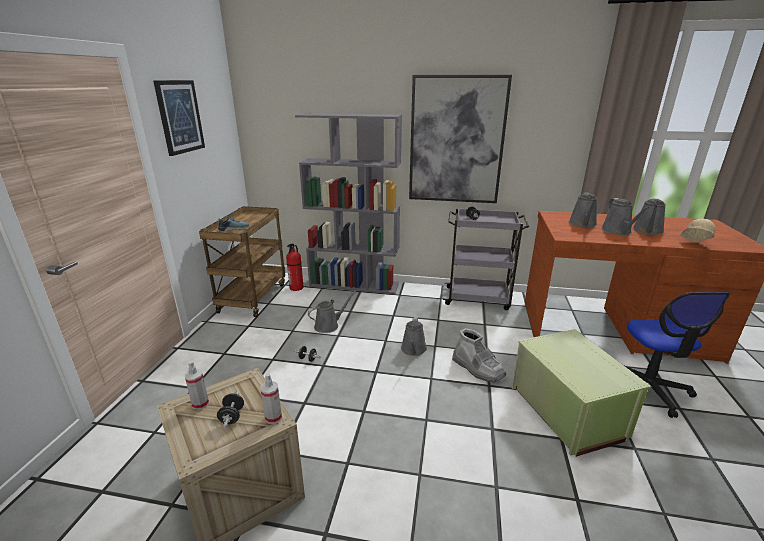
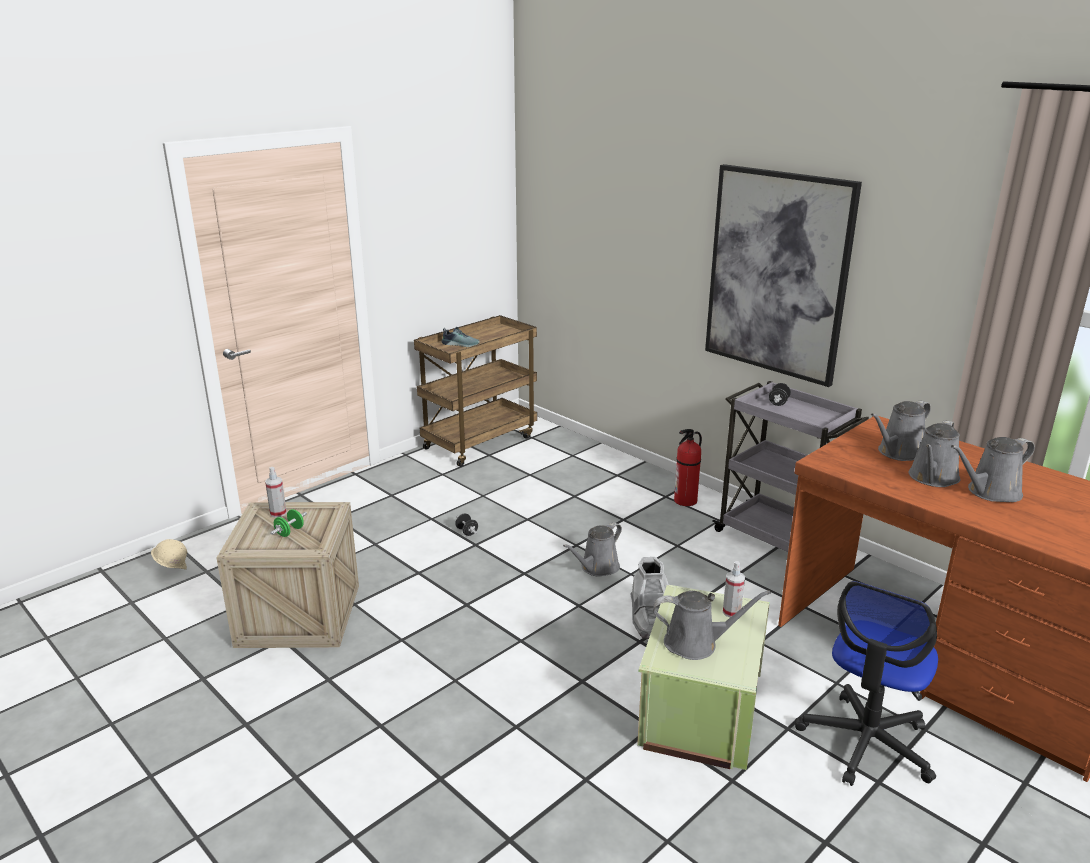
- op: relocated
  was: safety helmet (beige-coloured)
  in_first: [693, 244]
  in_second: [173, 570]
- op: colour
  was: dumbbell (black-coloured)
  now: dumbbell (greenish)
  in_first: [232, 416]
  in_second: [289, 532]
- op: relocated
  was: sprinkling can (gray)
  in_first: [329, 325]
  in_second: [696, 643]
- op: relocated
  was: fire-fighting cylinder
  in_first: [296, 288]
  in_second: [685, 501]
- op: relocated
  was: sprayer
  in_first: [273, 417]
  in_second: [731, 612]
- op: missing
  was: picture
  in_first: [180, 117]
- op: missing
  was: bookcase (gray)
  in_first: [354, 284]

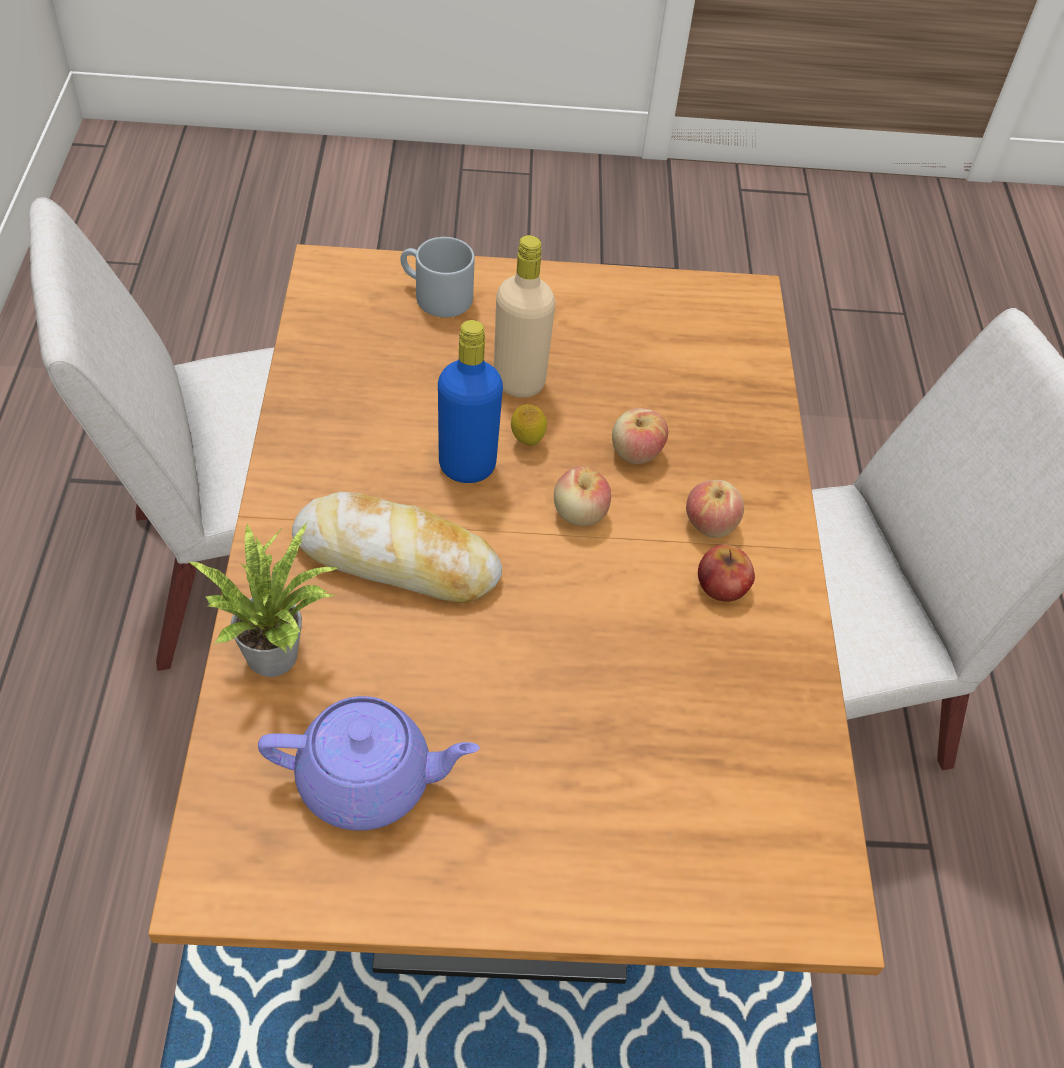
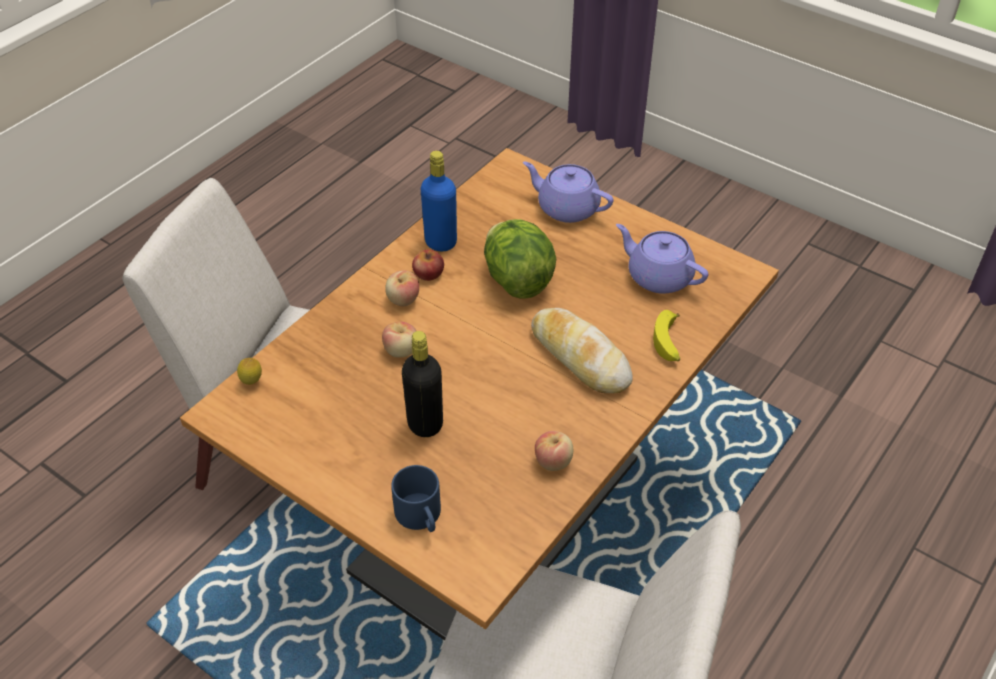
- op: relocated
  was: lemon
  in_first: [527, 442]
  in_second: [252, 382]
- op: colour
  was: tea mug (gray)
  now: tea mug (blue)
  in_first: [434, 295]
  in_second: [422, 516]
- op: colour
  was: beverage bottle (beige-coloured)
  now: beverage bottle (black-coloured)
  in_first: [519, 382]
  in_second: [425, 424]
- op: relocated
  was: beverage bottle (blue)
  in_first: [467, 466]
  in_second: [440, 242]
- op: appeared
  now: lettuce head
  in_second: [517, 280]
- op: appeared
  now: pot for tea (purple-coloured)
  in_second: [566, 208]
- op: relocated
  was: apple
  in_first: [579, 514]
  in_second: [553, 461]
- op: exchanged
  was: houseplant
  now: whole banana
  in_first: [278, 651]
  in_second: [669, 343]

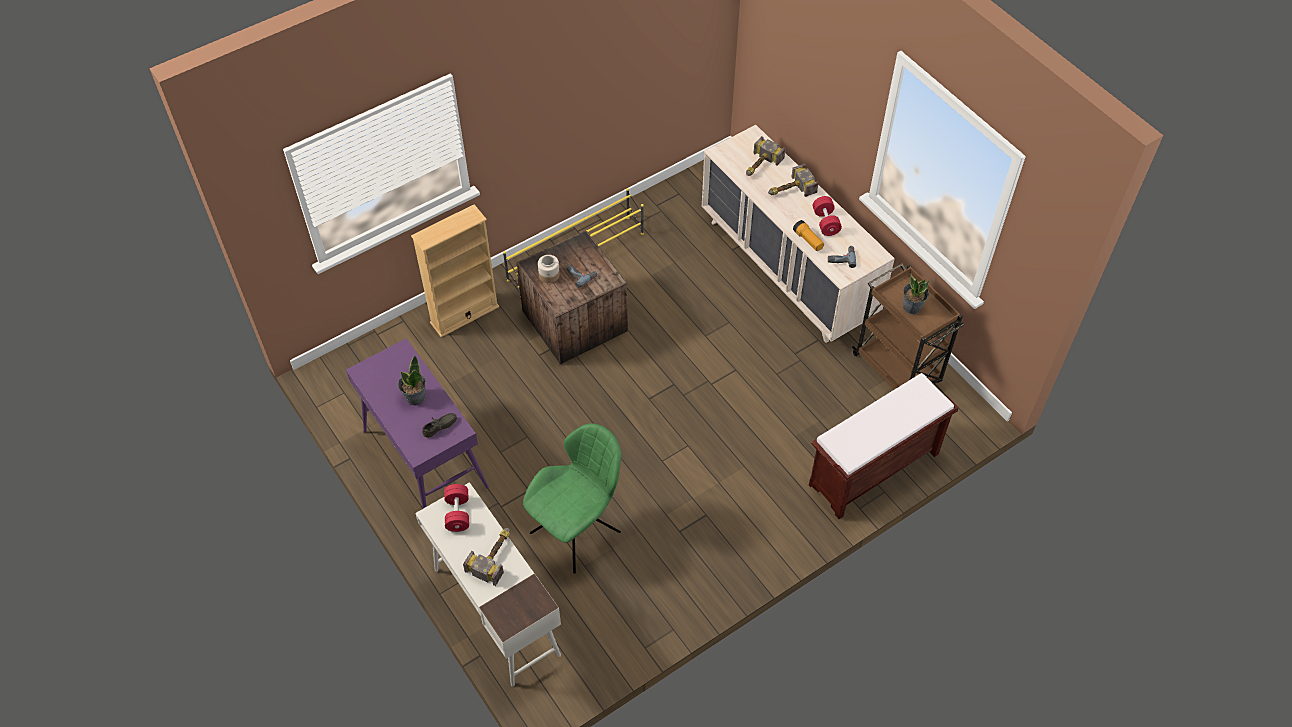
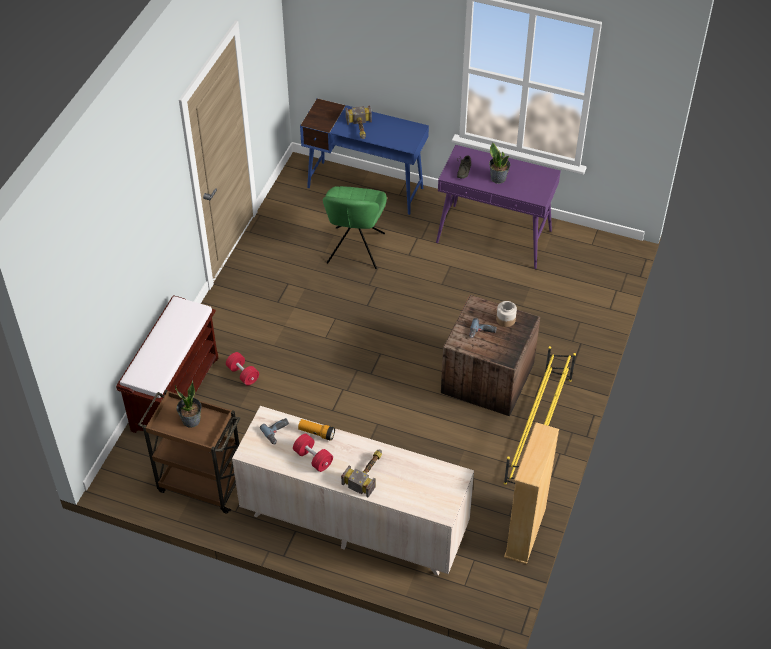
- op: relocated
  was: dumbbell (red)
  in_first: [458, 513]
  in_second: [243, 374]
- op: colour
  was: desk table (whitish)
  now: desk table (blue)
  in_first: [496, 611]
  in_second: [366, 187]
- op: relocated
  was: bookcase (beige-coloured)
  in_first: [464, 314]
  in_second: [525, 532]
- op: missing
  was: hammer
  in_first: [759, 165]

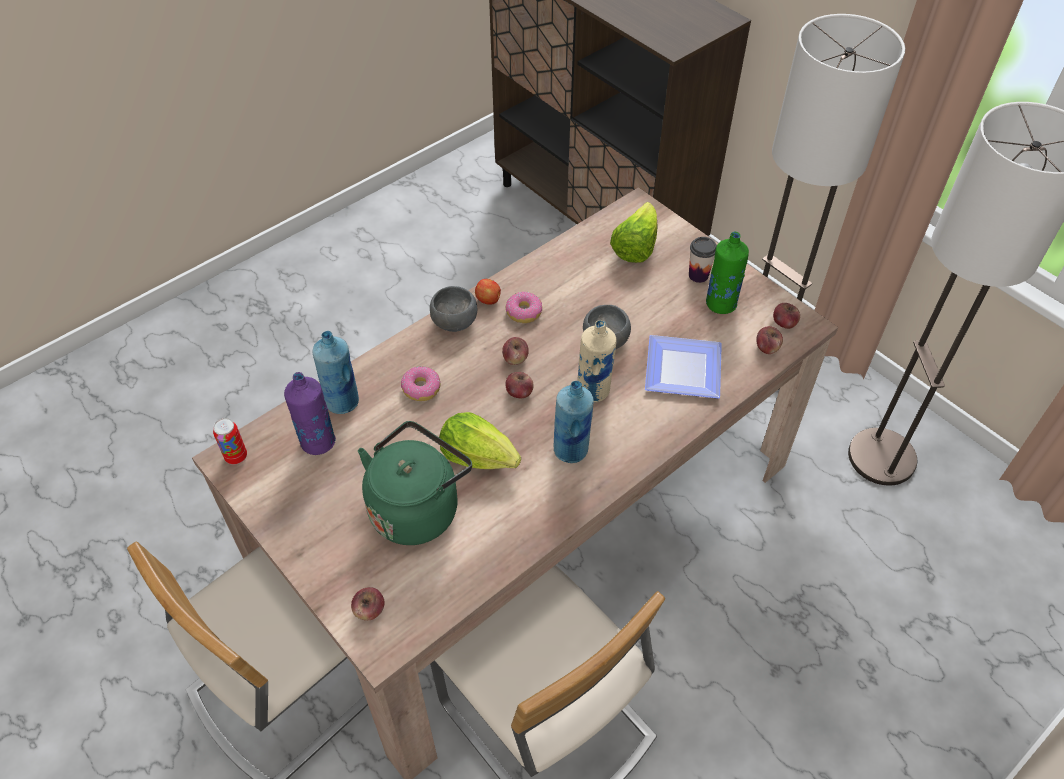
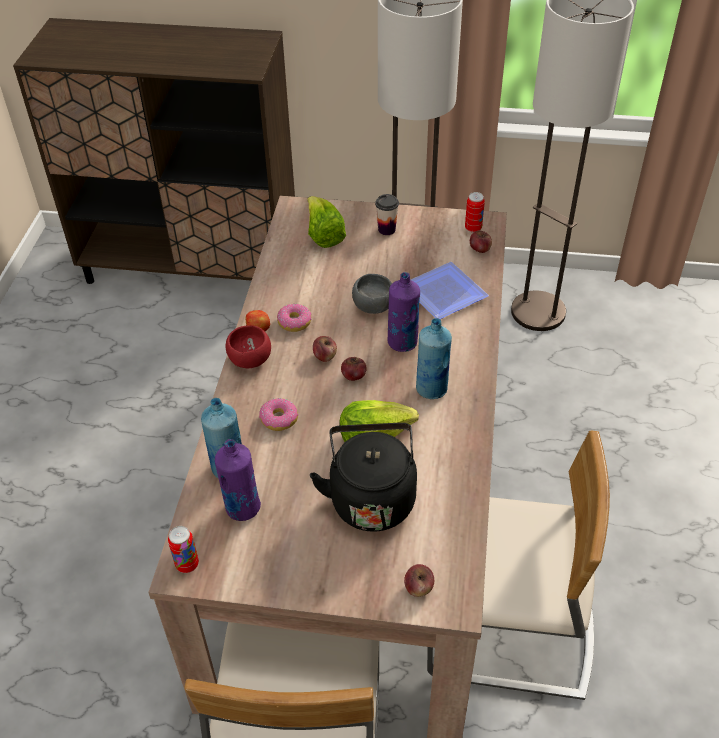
- op: colour
  was: deep dish (gray)
  now: deep dish (red)
  in_first: [453, 321]
  in_second: [248, 359]
- op: colour
  was: kettle (greenish)
  now: kettle (black-coloured)
  in_first: [417, 507]
  in_second: [371, 497]
- op: colour
  was: beverage bottle (beige-coloured)
  now: beverage bottle (purple-coloured)
  in_first: [594, 390]
  in_second: [402, 342]
- op: exchanged
  was: apple
  now: sealed can
  in_first: [784, 323]
  in_second: [473, 228]
- op: missing
  was: beverage bottle (greenish)
  in_first: [721, 304]

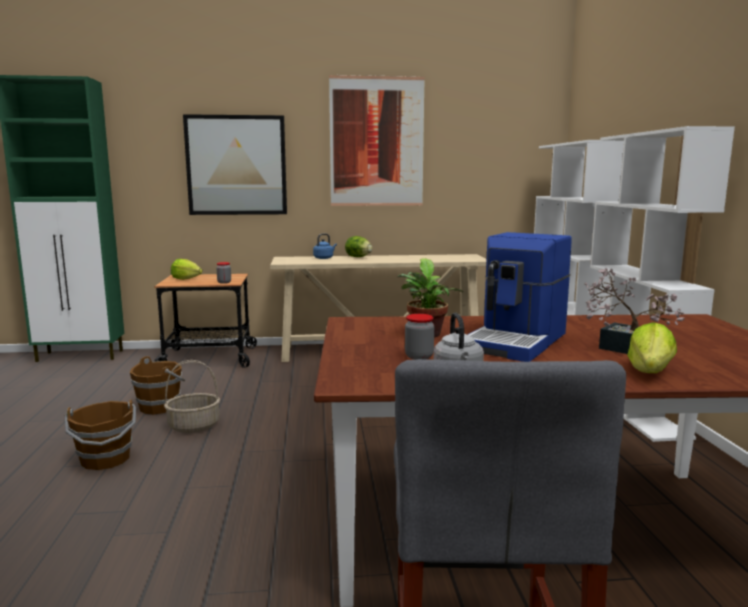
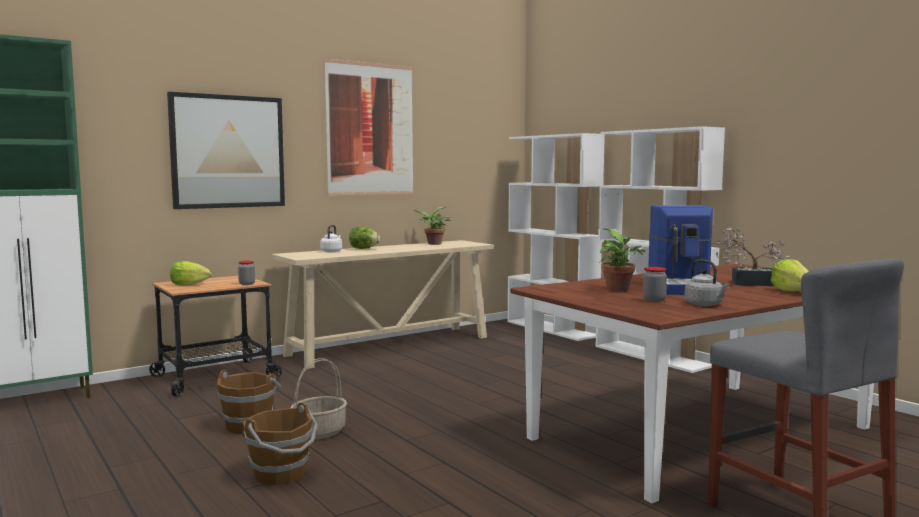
- op: colour
  was: kettle (blue)
  now: kettle (whitish)
  in_first: [324, 258]
  in_second: [332, 251]
- op: appeared
  now: houseplant
  in_second: [432, 244]

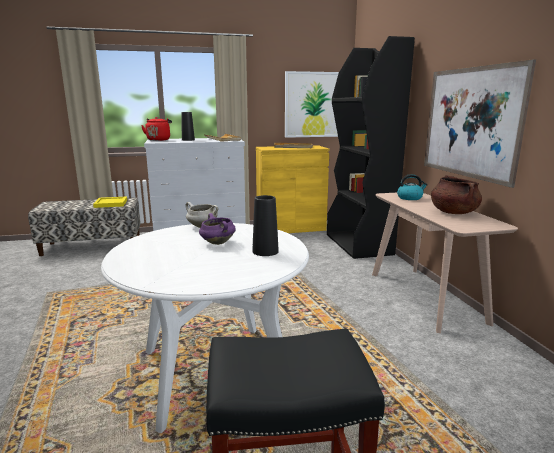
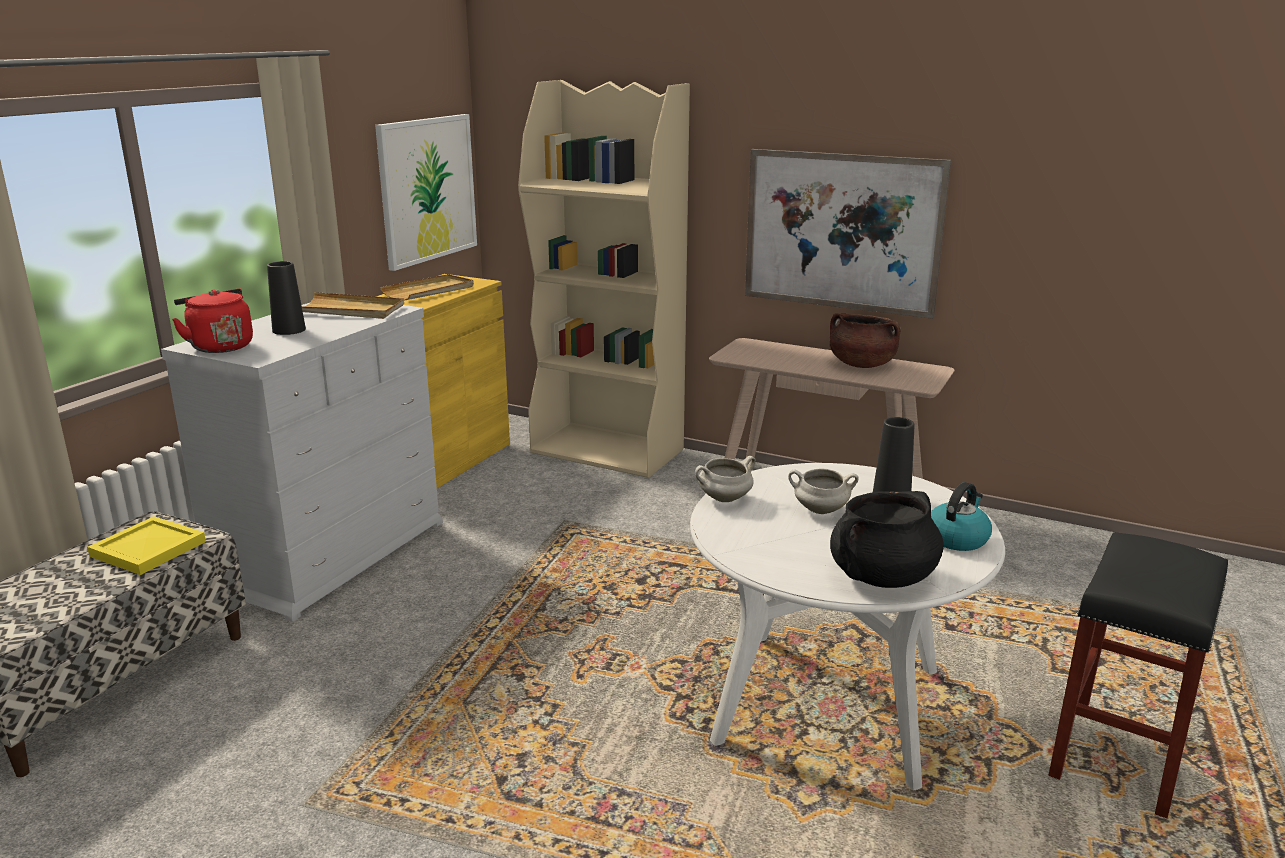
- op: colour
  was: bookcase (black-coloured)
  now: bookcase (beige-coloured)
  in_first: [359, 244]
  in_second: [608, 451]
- op: colour
  was: stockpot (purple-coloured)
  now: stockpot (whitish)
  in_first: [217, 243]
  in_second: [820, 510]
- op: appeared
  now: stockpot (black-coloured)
  in_second: [882, 577]
- op: relocated
  was: kettle
  in_first: [410, 198]
  in_second: [957, 538]

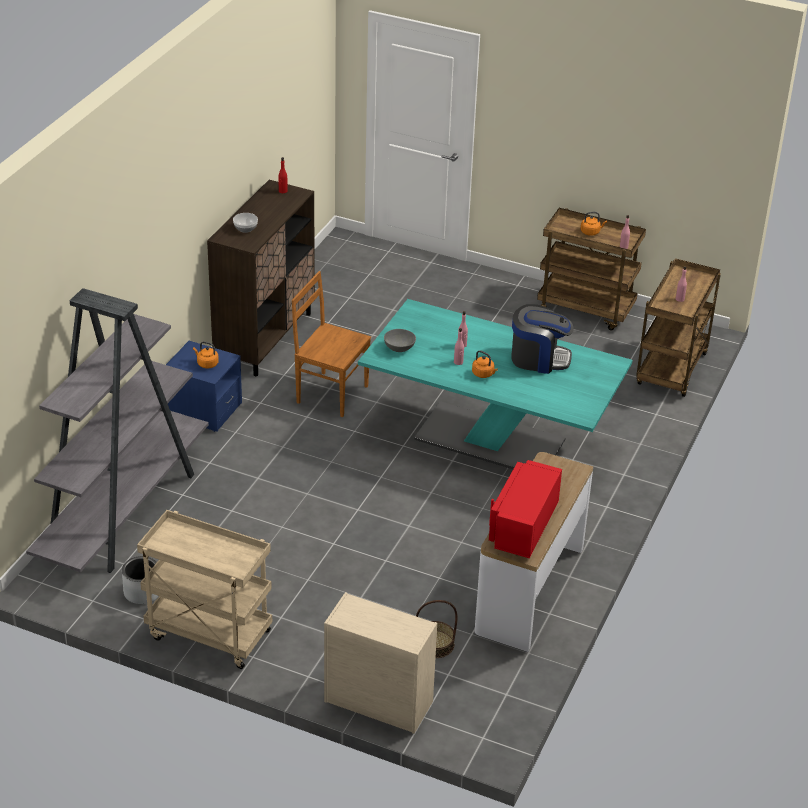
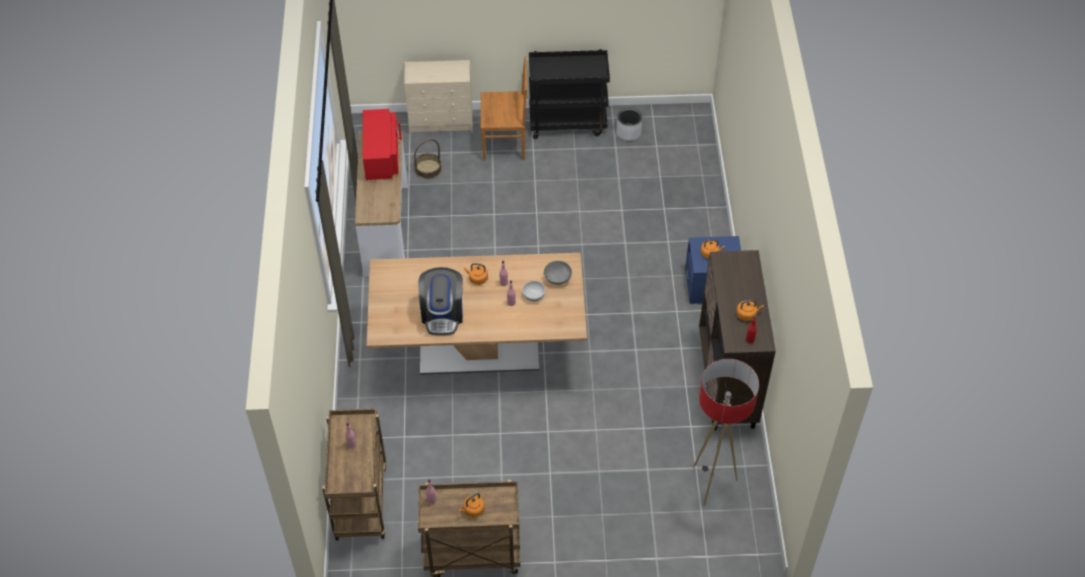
- op: colour
  was: dining table (turquoise)
  now: dining table (beige-coloured)
  in_first: [489, 440]
  in_second: [479, 349]
- op: spun
  was: coffee machine
  in_first: [539, 358]
  in_second: [442, 314]
  clockwise: -75
- op: relocated
  was: upright chair (brown-coloured)
  in_first: [330, 393]
  in_second: [505, 143]
- op: relocated
  was: deep dish
  in_first: [245, 229]
  in_second: [533, 295]
- op: colour
  was: cart (beige-coloured)
  now: cart (black-coloured)
  in_first: [207, 634]
  in_second: [568, 122]
- op: appeared
  now: floor lamp
  in_second: [711, 483]
- op: appeared
  now: kettle (orangey)
  in_second: [747, 314]
- op: missing
  was: bookcase (gray)
  in_first: [124, 510]

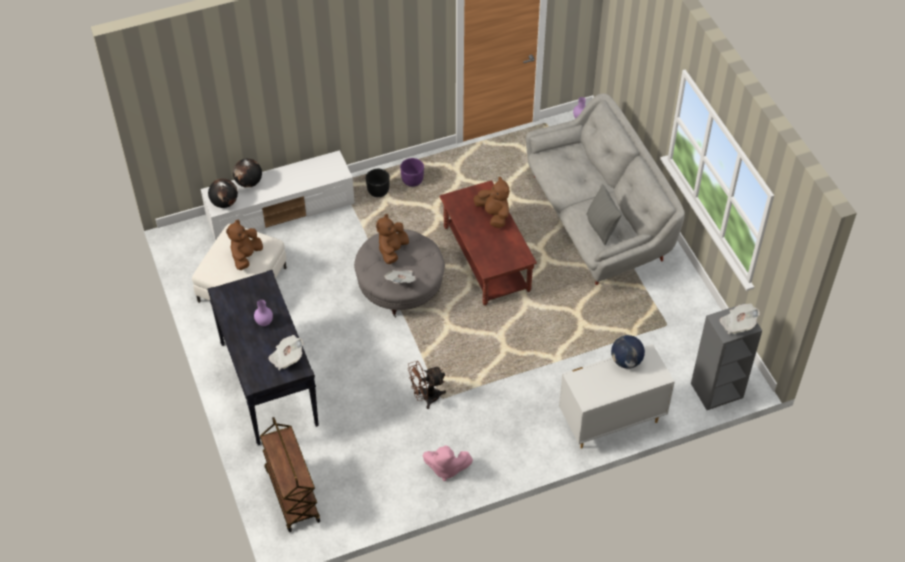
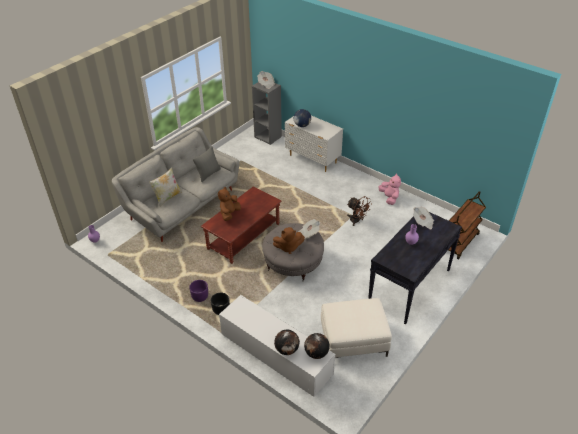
- op: appeared
  now: pillow
  in_second: [167, 197]
- op: missing
  was: cuddly toy (brown-coloured)
  in_first: [246, 256]

